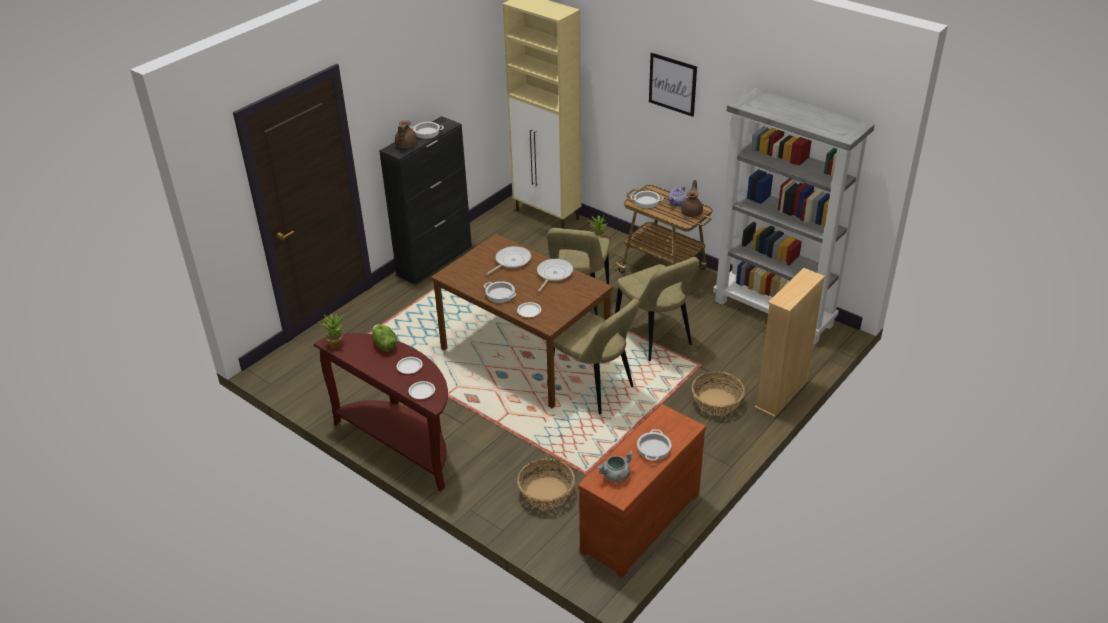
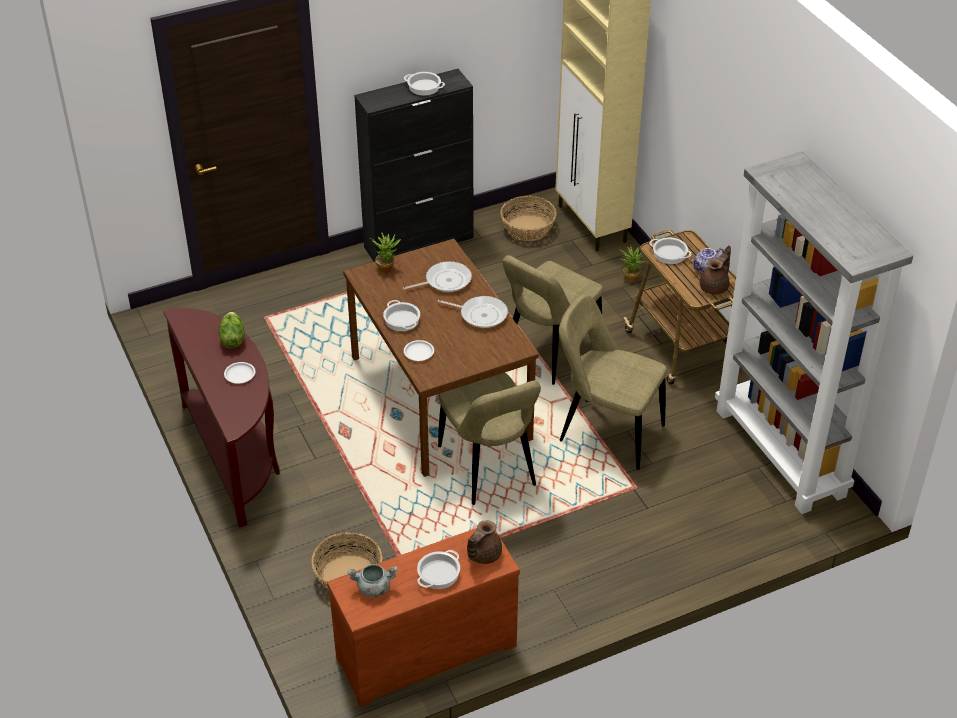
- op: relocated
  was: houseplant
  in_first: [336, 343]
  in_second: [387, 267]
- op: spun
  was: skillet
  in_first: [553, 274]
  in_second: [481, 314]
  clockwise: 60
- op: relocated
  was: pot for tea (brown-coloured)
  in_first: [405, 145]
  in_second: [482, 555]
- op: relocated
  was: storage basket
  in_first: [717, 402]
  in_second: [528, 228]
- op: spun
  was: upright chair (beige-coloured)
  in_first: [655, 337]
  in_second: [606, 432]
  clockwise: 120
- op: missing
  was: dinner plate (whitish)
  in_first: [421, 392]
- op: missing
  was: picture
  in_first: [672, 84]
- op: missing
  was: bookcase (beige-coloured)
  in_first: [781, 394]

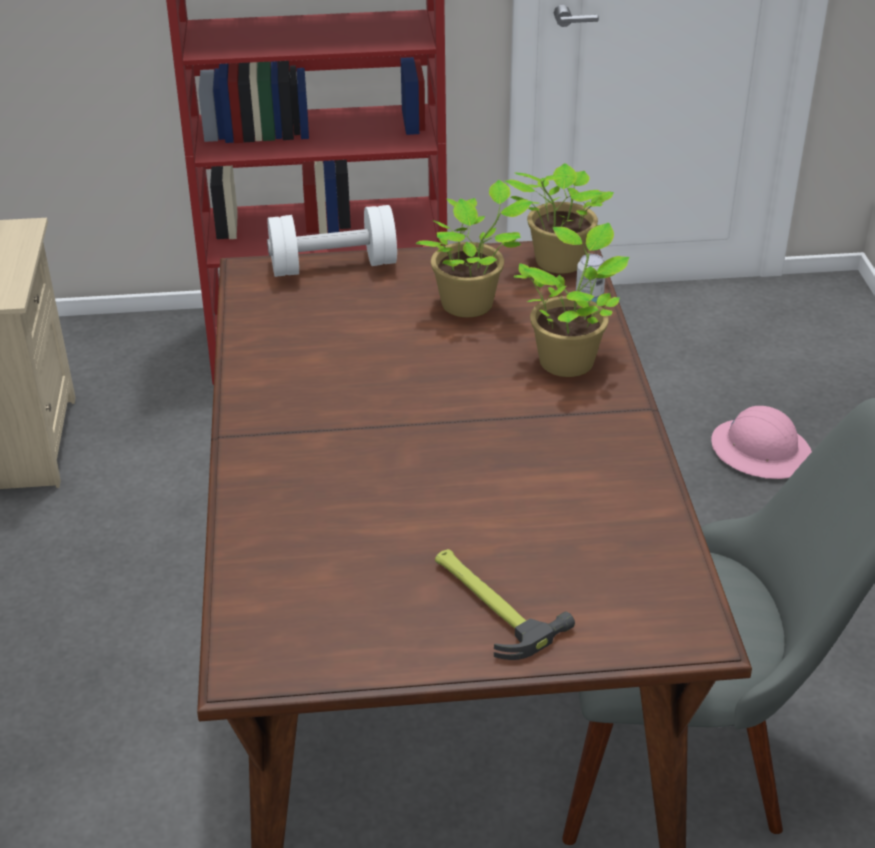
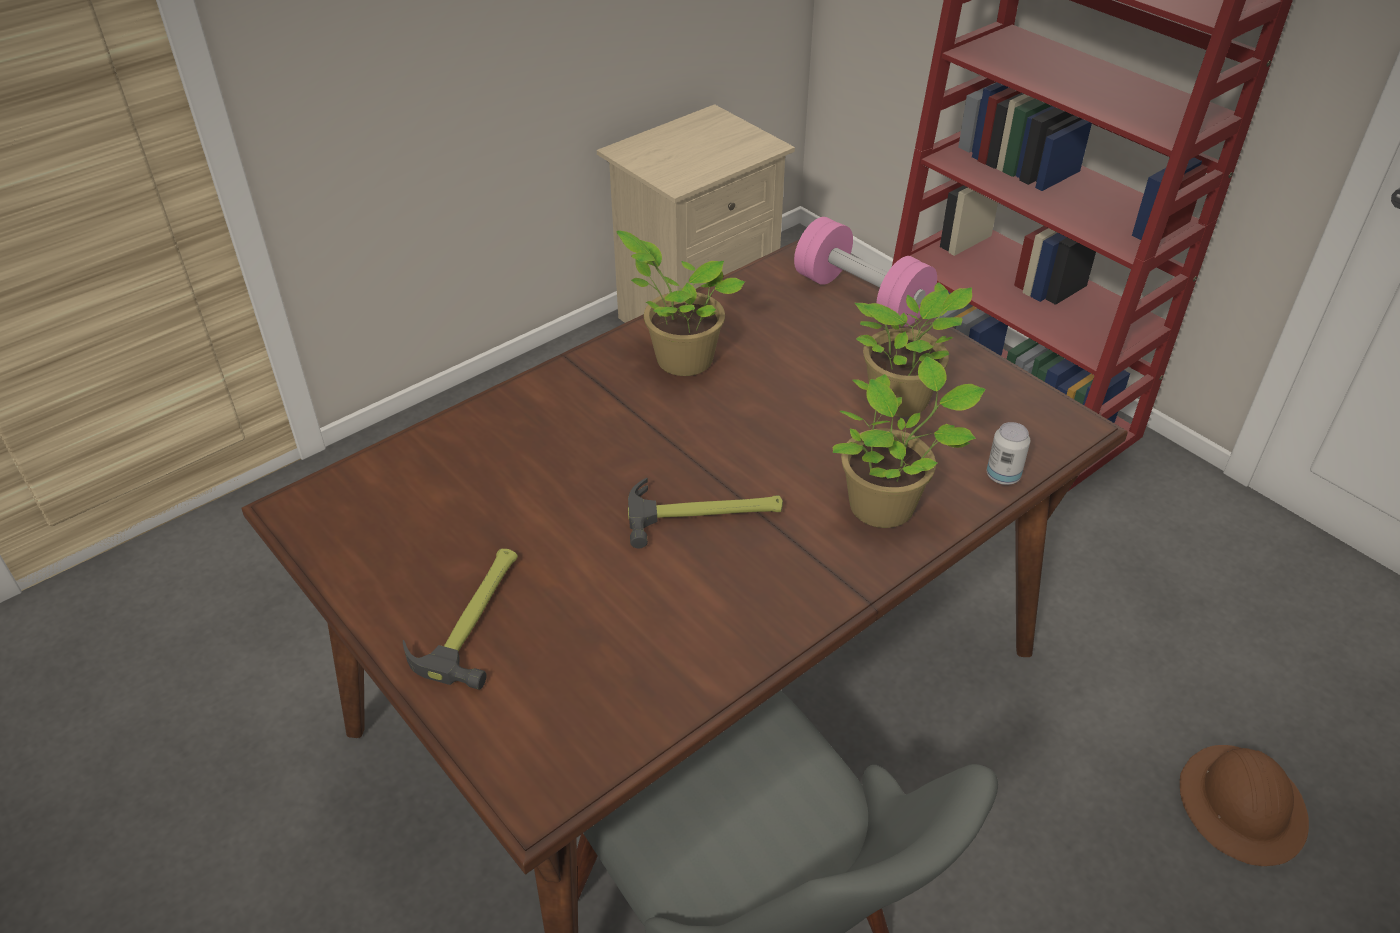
- op: relocated
  was: houseplant
  in_first: [556, 263]
  in_second: [680, 359]
- op: appeared
  now: hammer
  in_second: [705, 514]
- op: colour
  was: dumbbell (whitish)
  now: dumbbell (pink-coloured)
  in_first: [333, 266]
  in_second: [861, 297]
- op: colour
  was: safety helmet (pink-coloured)
  now: safety helmet (brown-coloured)
  in_first: [761, 450]
  in_second: [1242, 806]

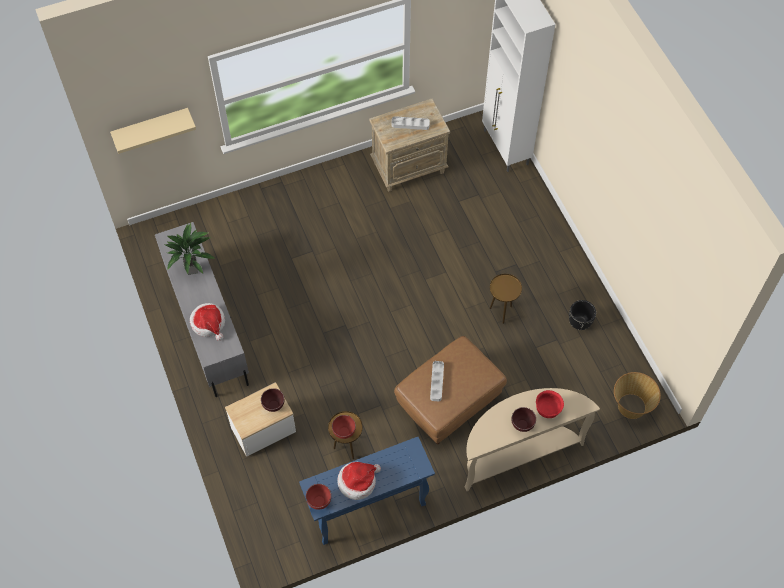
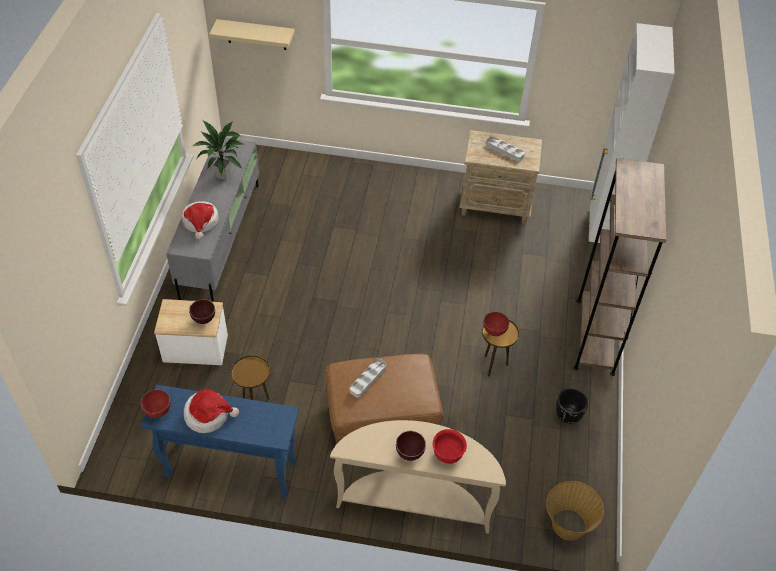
- op: relocated
  was: deep dish (red)
  in_first: [344, 432]
  in_second: [495, 332]
- op: appeared
  now: bookcase (brown-coloured)
  in_second: [595, 336]

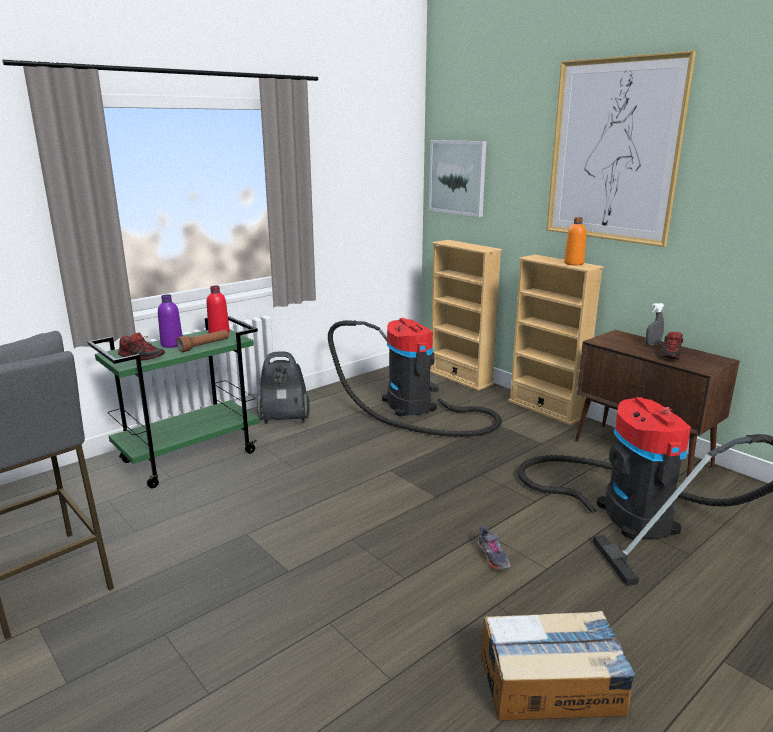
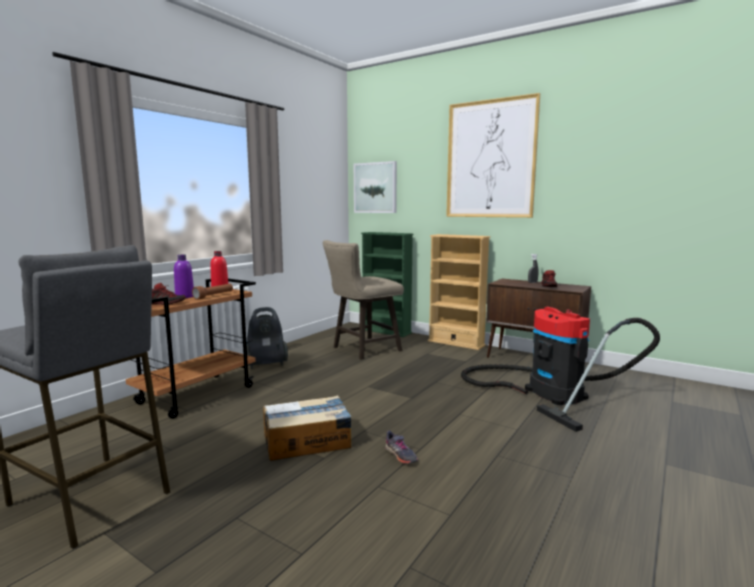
- op: colour
  was: cart (greenish)
  now: cart (brown-coloured)
  in_first: [190, 456]
  in_second: [197, 394]
- op: relocated
  was: cardboard box
  in_first: [552, 684]
  in_second: [307, 441]
- op: exchanged
  was: hoover
  now: sitting stool (beige-coloured)
  in_first: [413, 407]
  in_second: [362, 349]
- op: colour
  was: bookcase (beige-coloured)
  now: bookcase (greenish)
  in_first: [460, 378]
  in_second: [386, 331]
- op: relocated
  was: shoe (gray)
  in_first: [492, 557]
  in_second: [400, 455]
- op: missing
  was: beverage bottle (orangey)
  in_first: [573, 263]

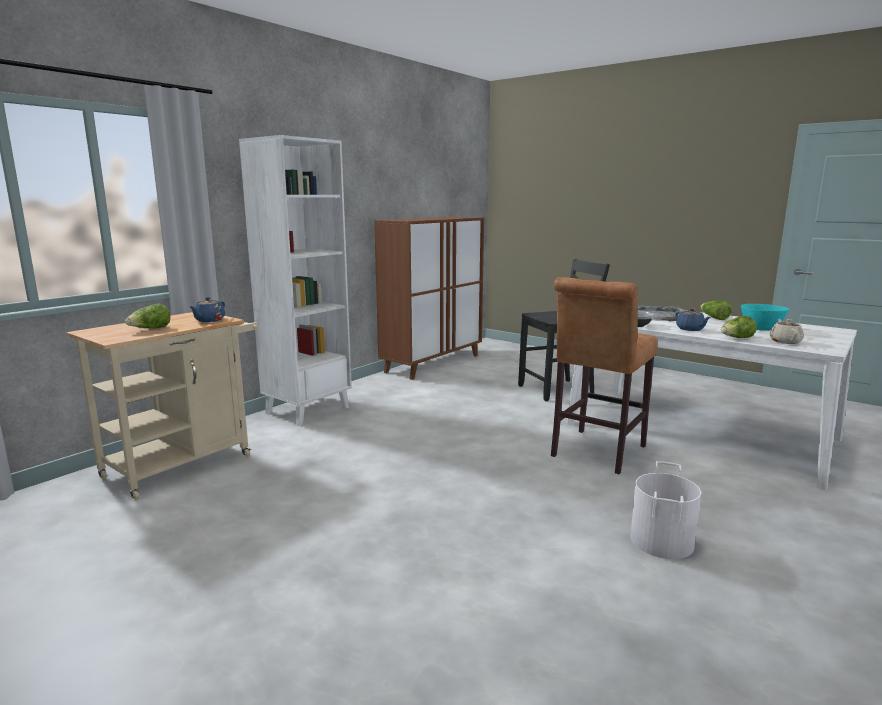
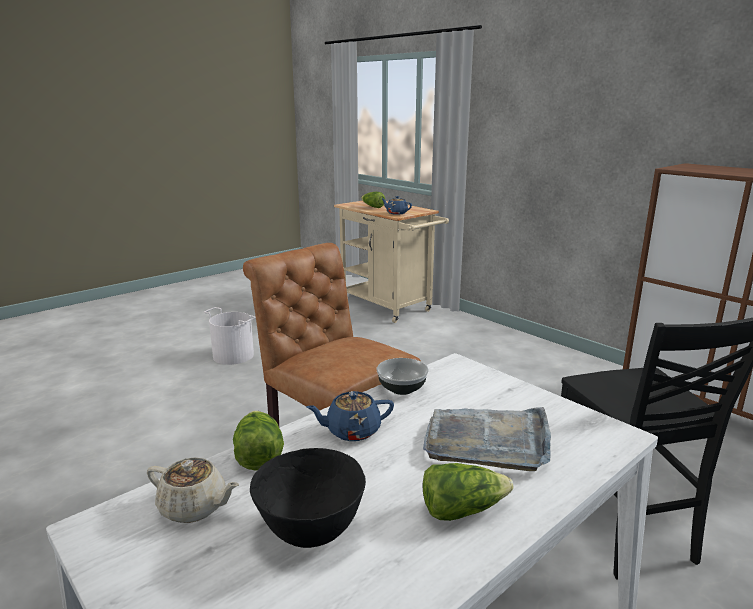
- op: relocated
  was: water bucket (whitish)
  in_first: [660, 541]
  in_second: [234, 355]
- op: colour
  was: deep dish (turquoise)
  now: deep dish (black-coloured)
  in_first: [761, 329]
  in_second: [311, 531]
- op: missing
  was: bookcase (whitish)
  in_first: [307, 410]

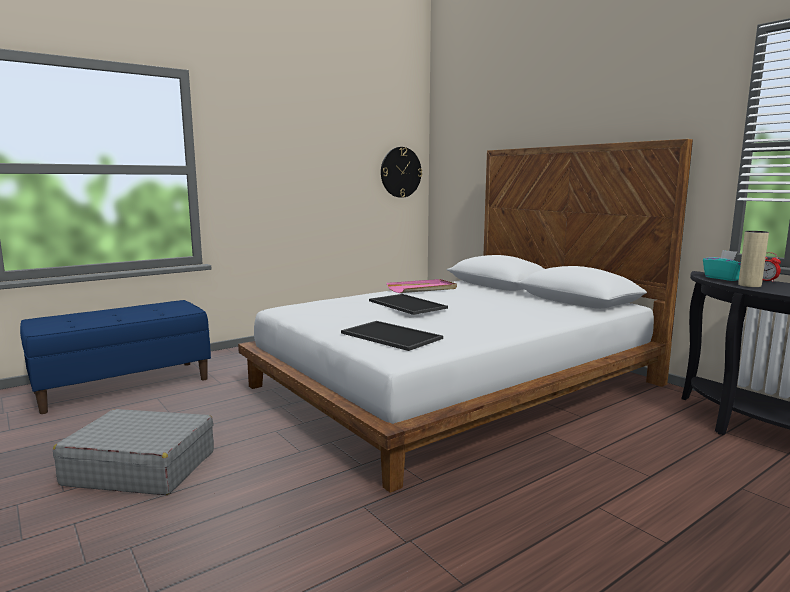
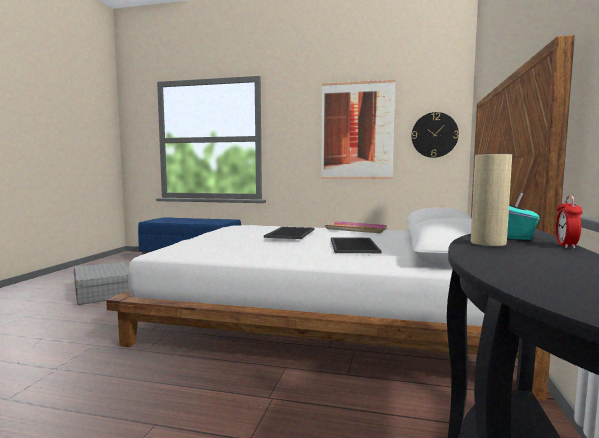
- op: appeared
  now: picture
  in_second: [357, 130]
- op: relocated
  was: serving tray
  in_first: [389, 336]
  in_second: [352, 245]

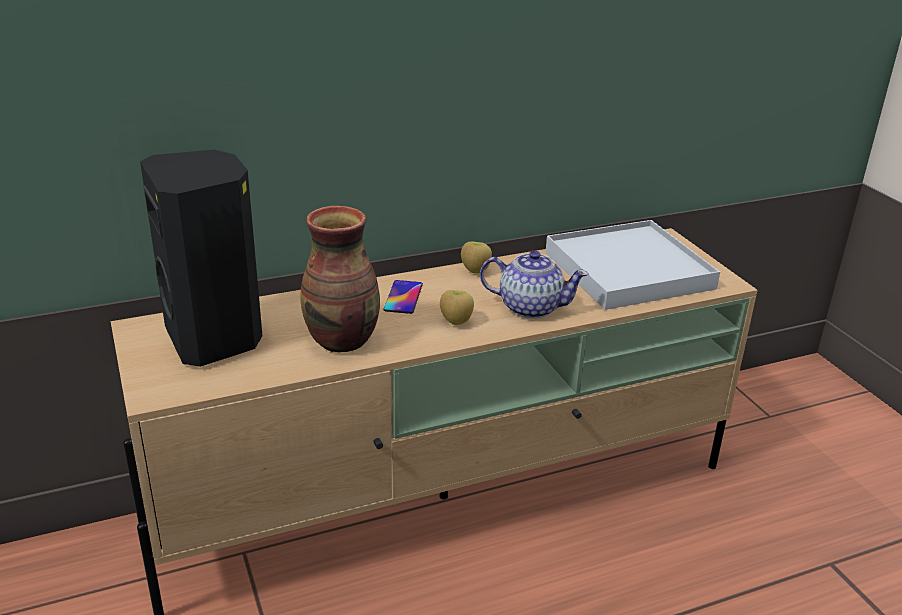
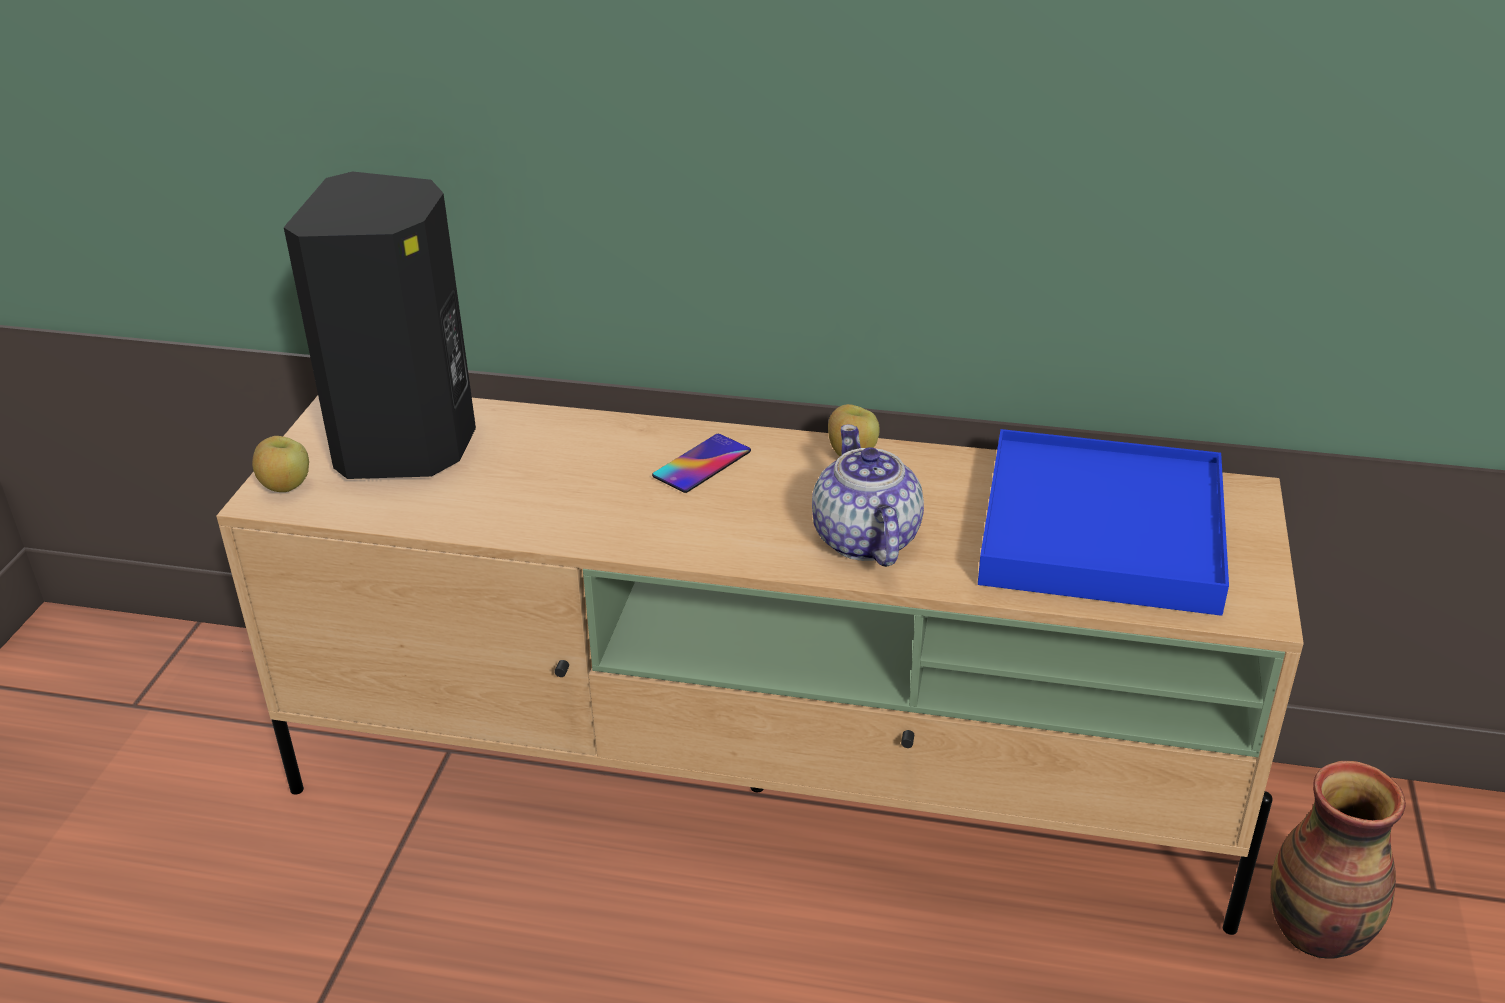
- op: relocated
  was: apple
  in_first: [456, 322]
  in_second: [285, 487]
- op: spun
  was: pot for tea
  in_first: [530, 307]
  in_second: [865, 540]
  clockwise: -150
- op: colour
  was: serving tray (whitish)
  now: serving tray (blue)
  in_first: [629, 270]
  in_second: [1102, 531]
- op: relocated
  was: vase
  in_first: [344, 340]
  in_second: [1320, 932]

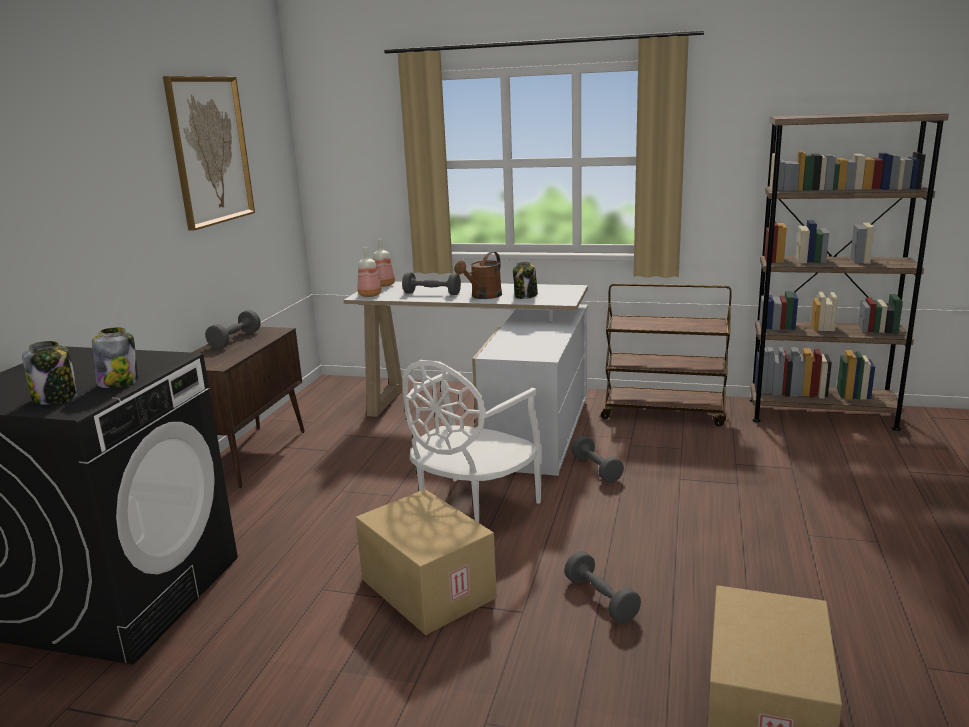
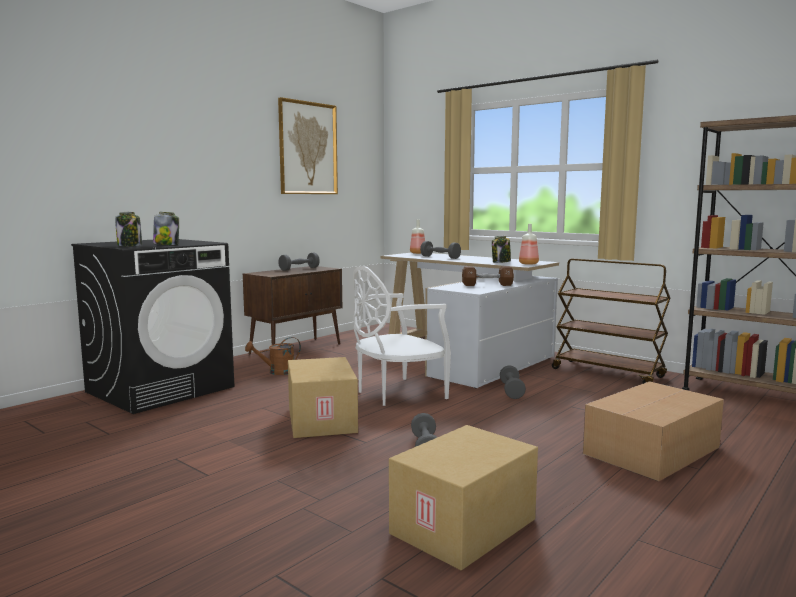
- op: relocated
  was: sprinkling can (brown-coloured)
  in_first: [483, 296]
  in_second: [277, 372]
- op: appeared
  now: dumbbell (brown-coloured)
  in_second: [487, 285]
- op: relocated
  was: beverage bottle
  in_first: [370, 295]
  in_second: [529, 264]
- op: appeared
  now: cardboard box
  in_second: [653, 450]

